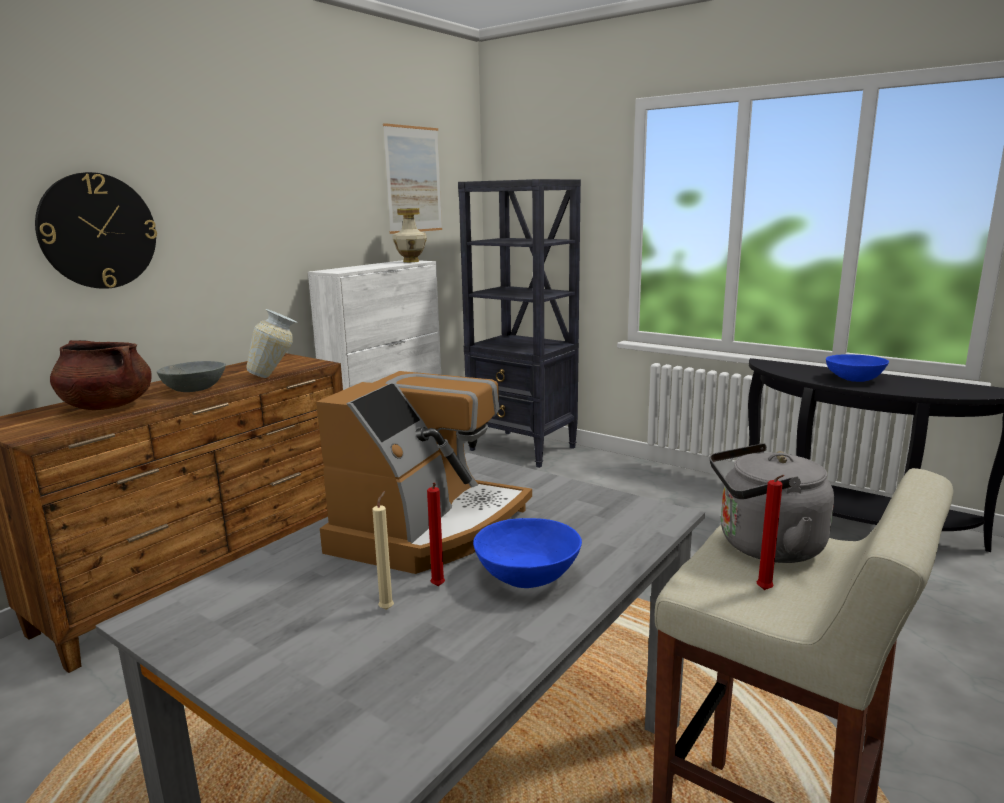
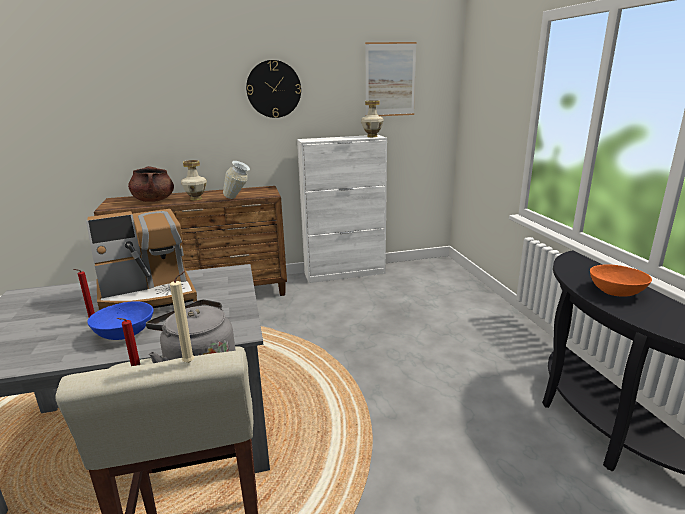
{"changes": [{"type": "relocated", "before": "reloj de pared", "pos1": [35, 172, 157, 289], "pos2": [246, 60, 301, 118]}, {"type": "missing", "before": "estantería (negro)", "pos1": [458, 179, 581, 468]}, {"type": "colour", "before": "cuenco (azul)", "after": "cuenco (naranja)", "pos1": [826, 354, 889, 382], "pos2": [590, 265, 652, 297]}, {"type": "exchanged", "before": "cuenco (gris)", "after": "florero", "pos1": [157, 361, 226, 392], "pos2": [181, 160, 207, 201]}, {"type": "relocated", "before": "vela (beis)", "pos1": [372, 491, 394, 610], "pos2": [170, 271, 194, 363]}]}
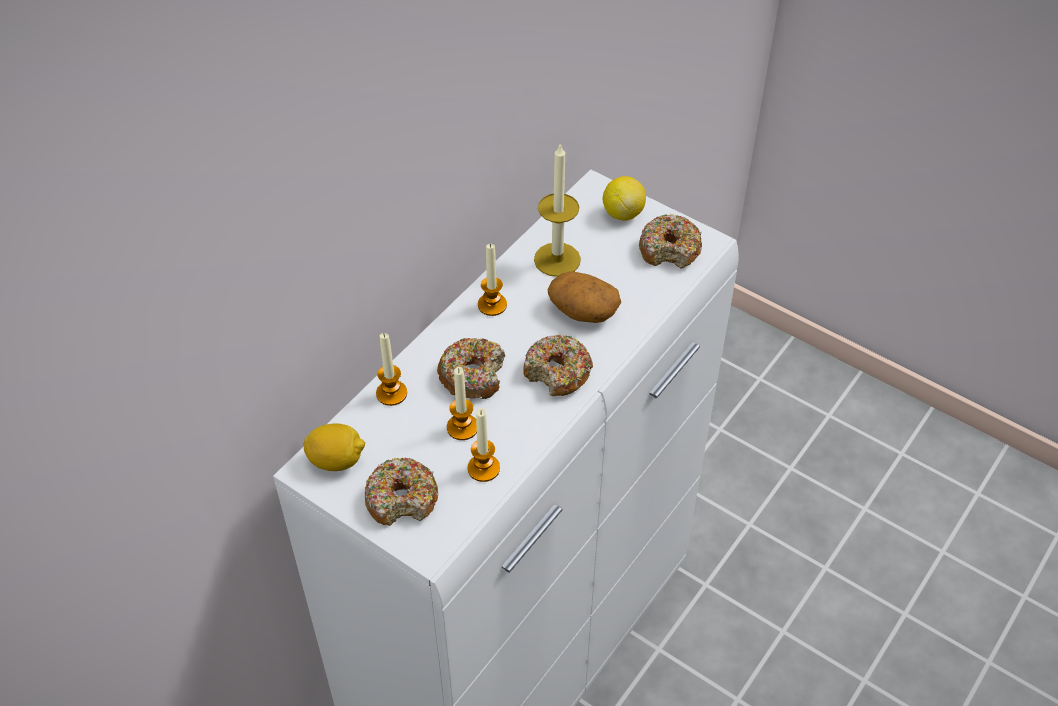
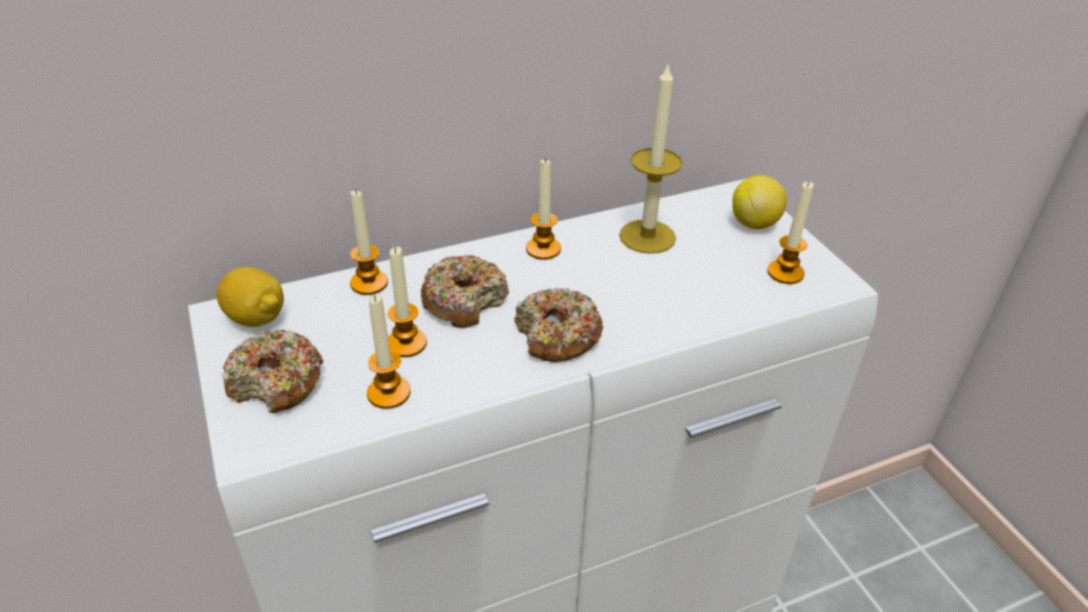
{"changes": [{"type": "exchanged", "before": "rosquilla", "after": "vela", "pos1": [639, 214, 702, 268], "pos2": [767, 182, 814, 284]}, {"type": "missing", "before": "patata", "pos1": [548, 271, 621, 323]}]}
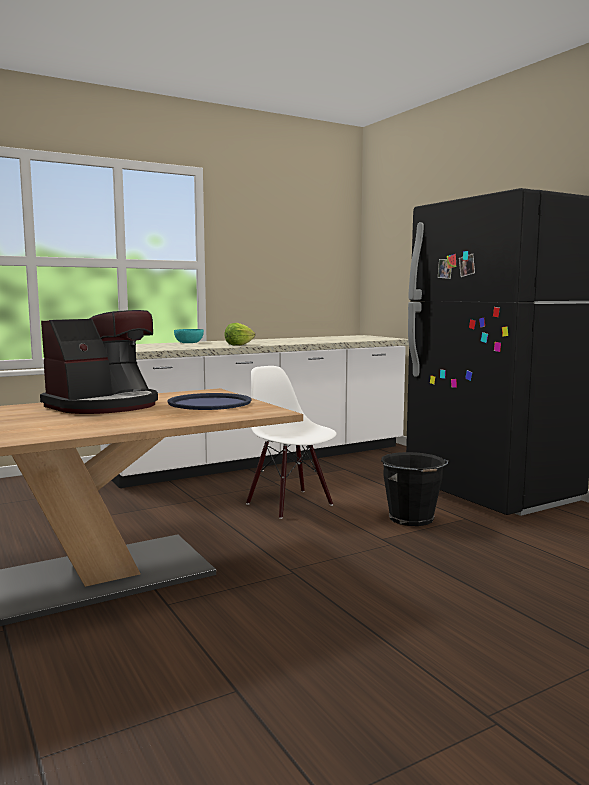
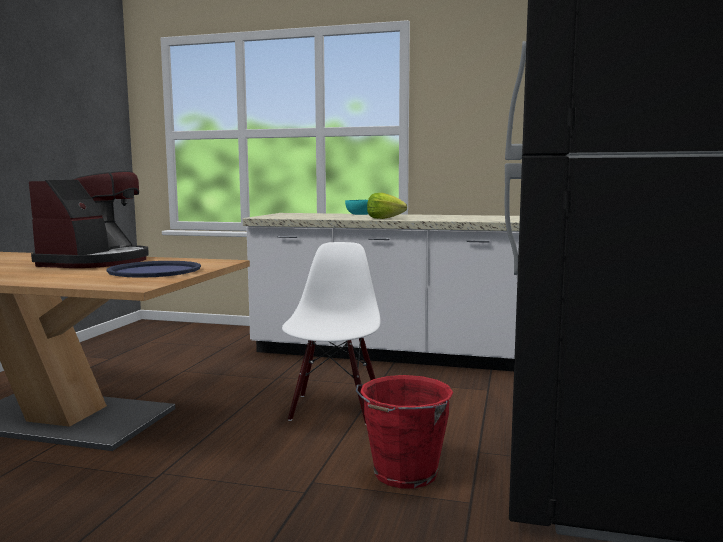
{"changes": [{"type": "spun", "before": "cafetera", "pos1": [40, 310, 158, 414], "pos2": [29, 171, 149, 268], "turn": -75}, {"type": "colour", "before": "cubo (negro)", "after": "cubo (rojo)", "pos1": [381, 452, 448, 526], "pos2": [356, 375, 453, 489]}]}
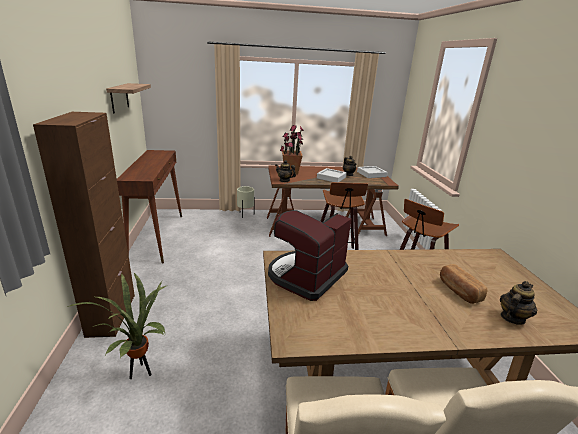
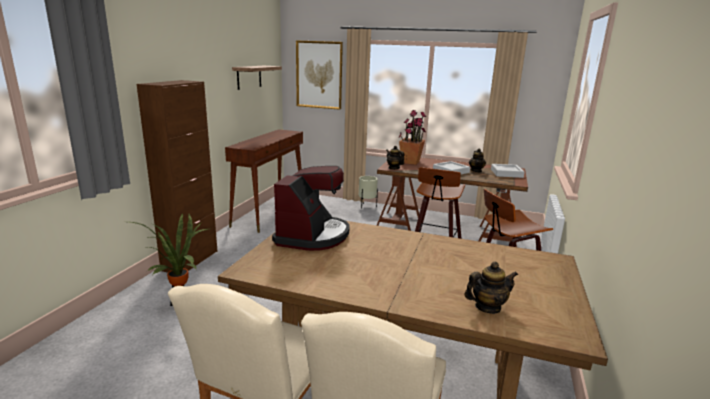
{"changes": [{"type": "spun", "before": "cafetera", "pos1": [268, 210, 351, 301], "pos2": [272, 166, 350, 251], "turn": 135}, {"type": "missing", "before": "pan", "pos1": [440, 264, 487, 304]}, {"type": "appeared", "after": "cuadro", "pos2": [296, 40, 343, 110]}]}
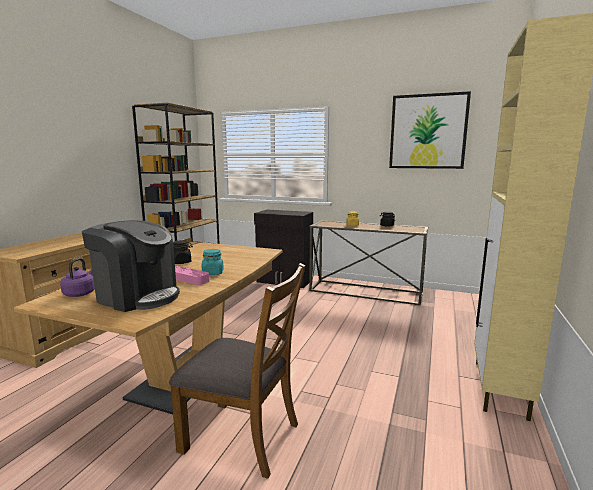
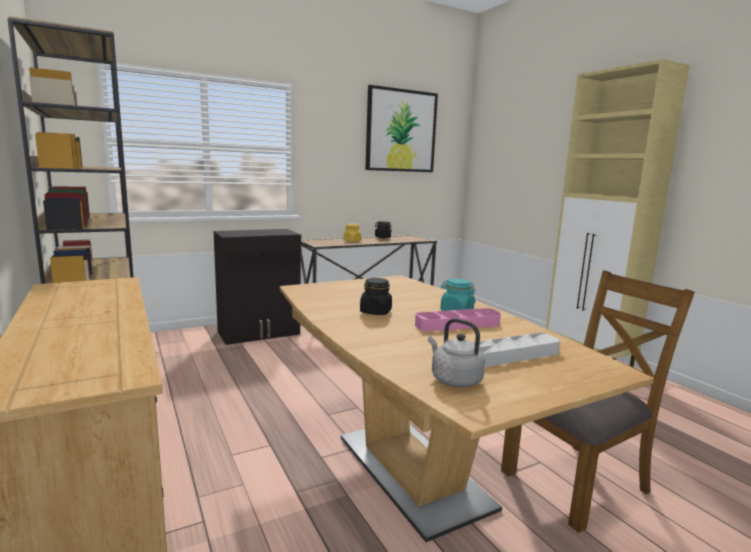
{"changes": [{"type": "exchanged", "before": "cafetera", "after": "bandeja (gris)", "pos1": [82, 220, 180, 312], "pos2": [472, 333, 560, 367]}, {"type": "colour", "before": "hervidor (morado)", "after": "hervidor (gris)", "pos1": [60, 258, 95, 297], "pos2": [428, 318, 485, 387]}]}
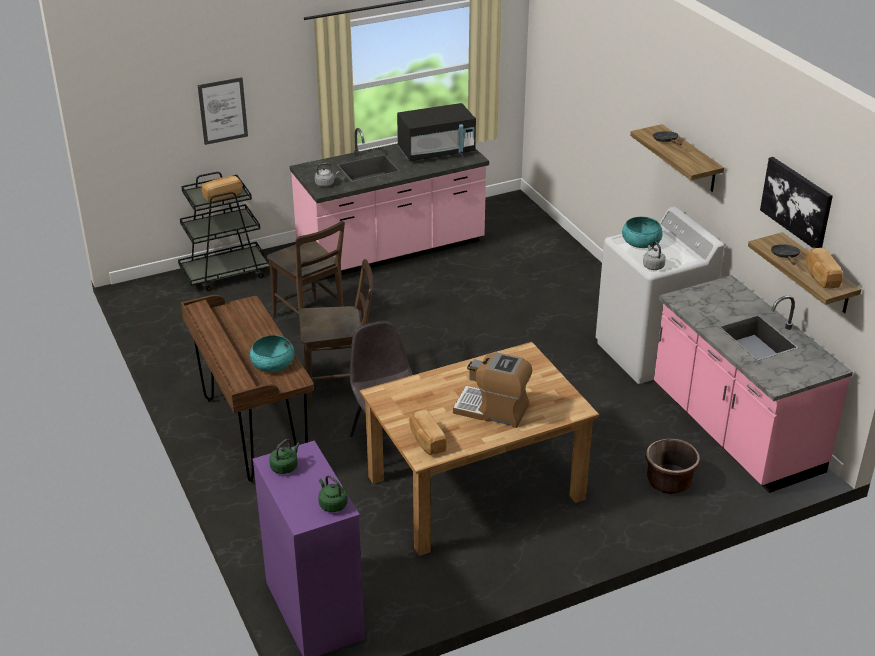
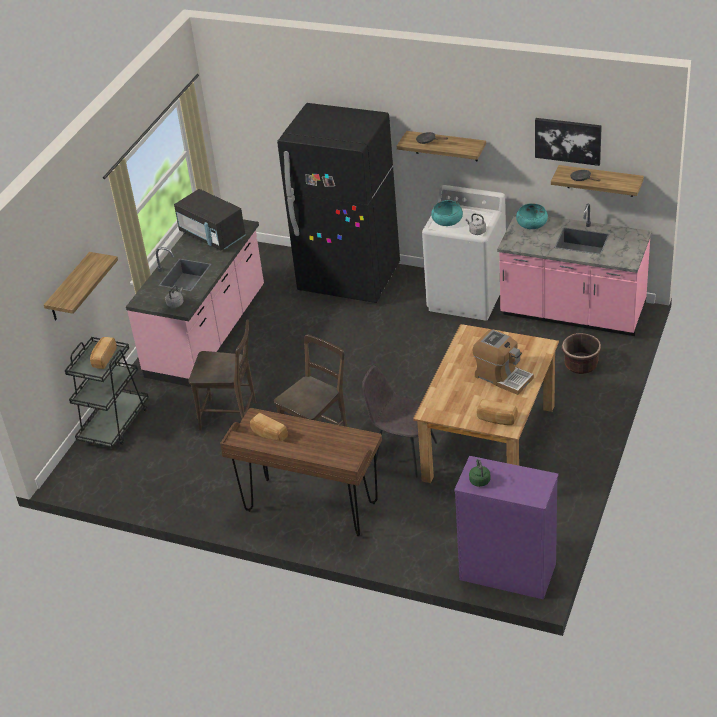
{"changes": [{"type": "exchanged", "before": "cuadro", "after": "estante", "pos1": [198, 77, 248, 145], "pos2": [44, 252, 118, 321]}, {"type": "spun", "before": "microondas (negro)", "pos1": [397, 103, 476, 161], "pos2": [174, 189, 246, 250], "turn": 105}, {"type": "relocated", "before": "pan", "pos1": [805, 247, 843, 289], "pos2": [250, 413, 288, 441]}, {"type": "relocated", "before": "cuenco (turquesa)", "pos1": [250, 335, 294, 372], "pos2": [516, 203, 548, 229]}, {"type": "spun", "before": "cafetera", "pos1": [453, 352, 532, 428], "pos2": [472, 330, 534, 395], "turn": -120}, {"type": "missing", "before": "hervidor (verde)", "pos1": [318, 475, 348, 512]}, {"type": "appeared", "after": "nevera (negro)", "pos2": [277, 103, 400, 303]}]}
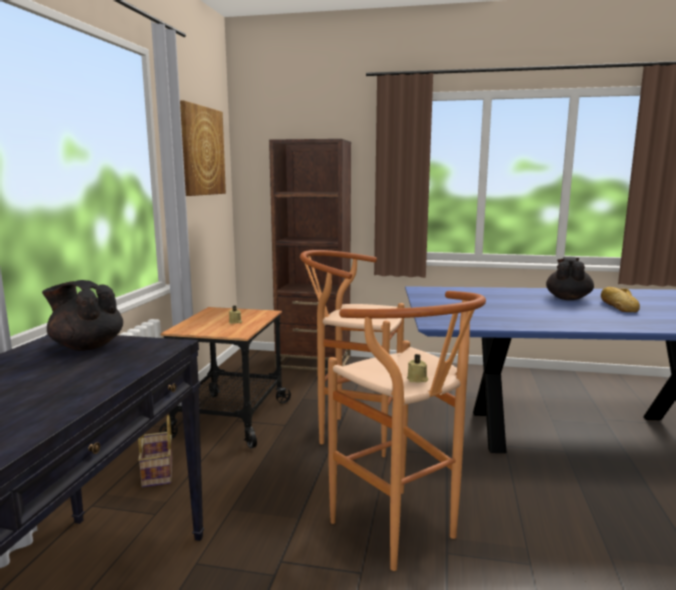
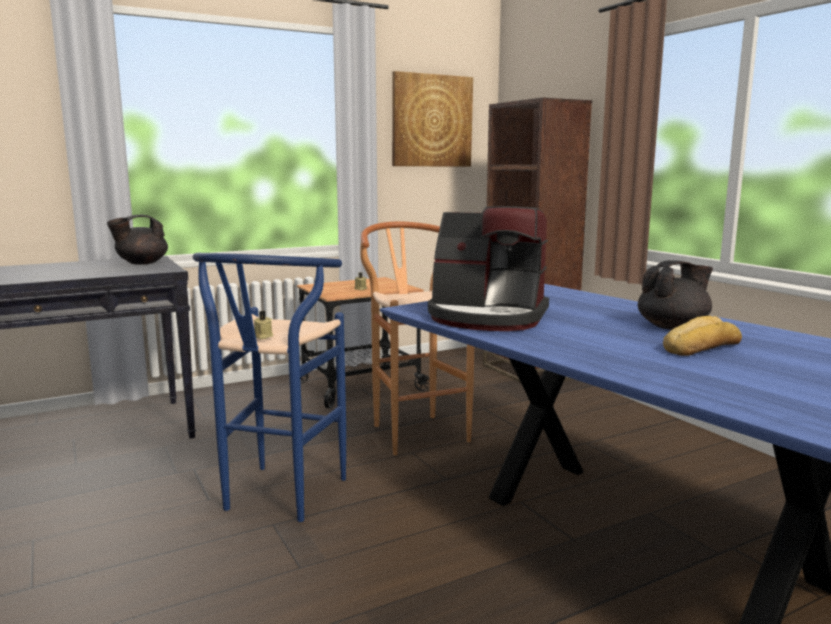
{"changes": [{"type": "spun", "before": "tetera (negro)", "pos1": [42, 280, 123, 351], "pos2": [107, 215, 168, 265], "turn": -105}, {"type": "colour", "before": "taburete (marrón)", "after": "taburete (azul)", "pos1": [328, 291, 486, 571], "pos2": [193, 253, 346, 522]}, {"type": "missing", "before": "cesta", "pos1": [138, 415, 172, 487]}, {"type": "appeared", "after": "cafetera", "pos2": [428, 206, 549, 331]}]}
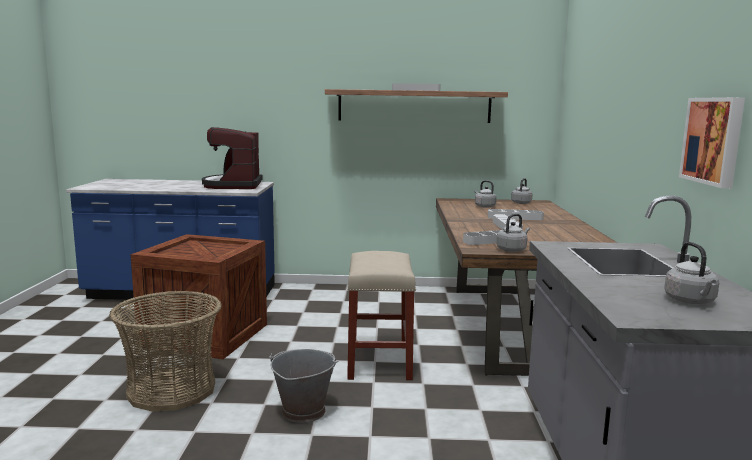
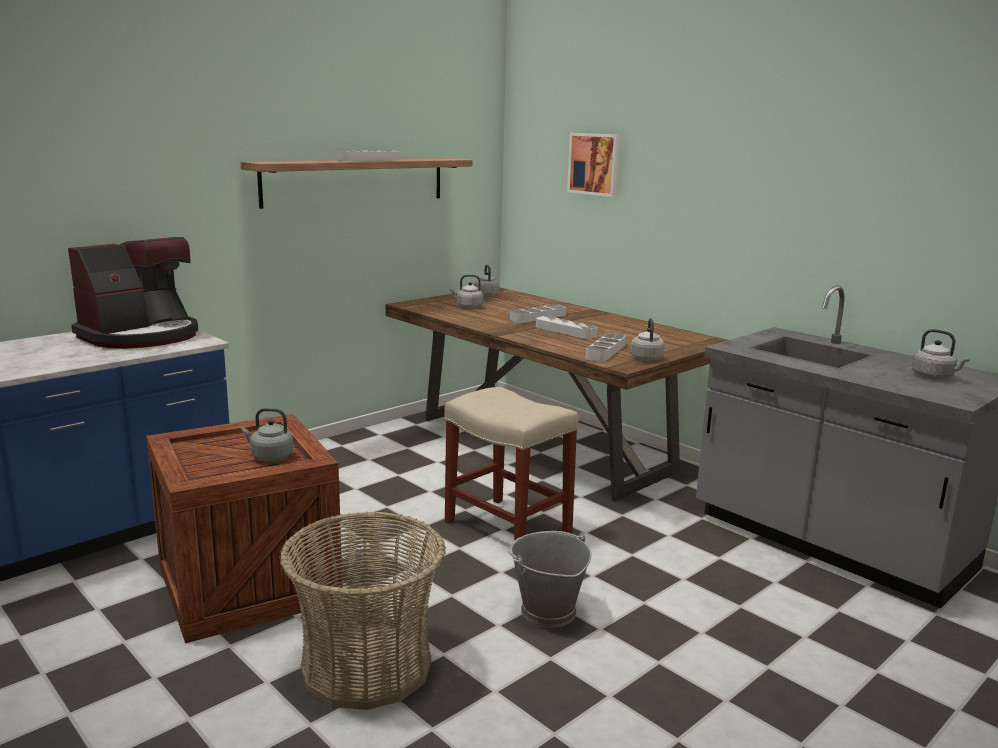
{"changes": [{"type": "relocated", "before": "cuadro", "pos1": [679, 97, 745, 188], "pos2": [567, 133, 621, 197]}, {"type": "spun", "before": "cafetera", "pos1": [202, 127, 263, 189], "pos2": [68, 237, 198, 349], "turn": -90}, {"type": "appeared", "after": "hervidor (gris)", "pos2": [241, 408, 294, 462]}]}
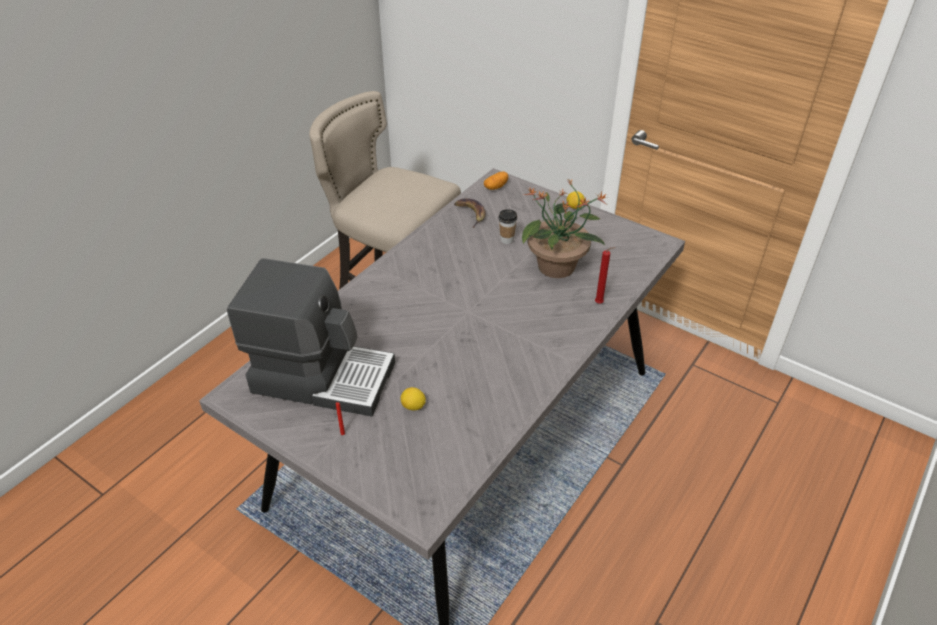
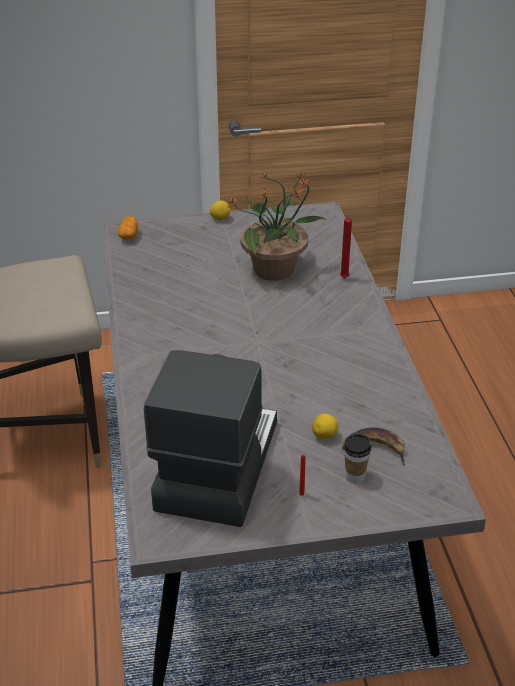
{"changes": [{"type": "relocated", "before": "plátano", "pos1": [454, 198, 485, 228], "pos2": [342, 427, 405, 465]}, {"type": "relocated", "before": "taza", "pos1": [499, 209, 517, 244], "pos2": [344, 434, 371, 483]}, {"type": "spun", "before": "cafetera", "pos1": [227, 258, 395, 417], "pos2": [144, 350, 277, 527], "turn": -45}]}
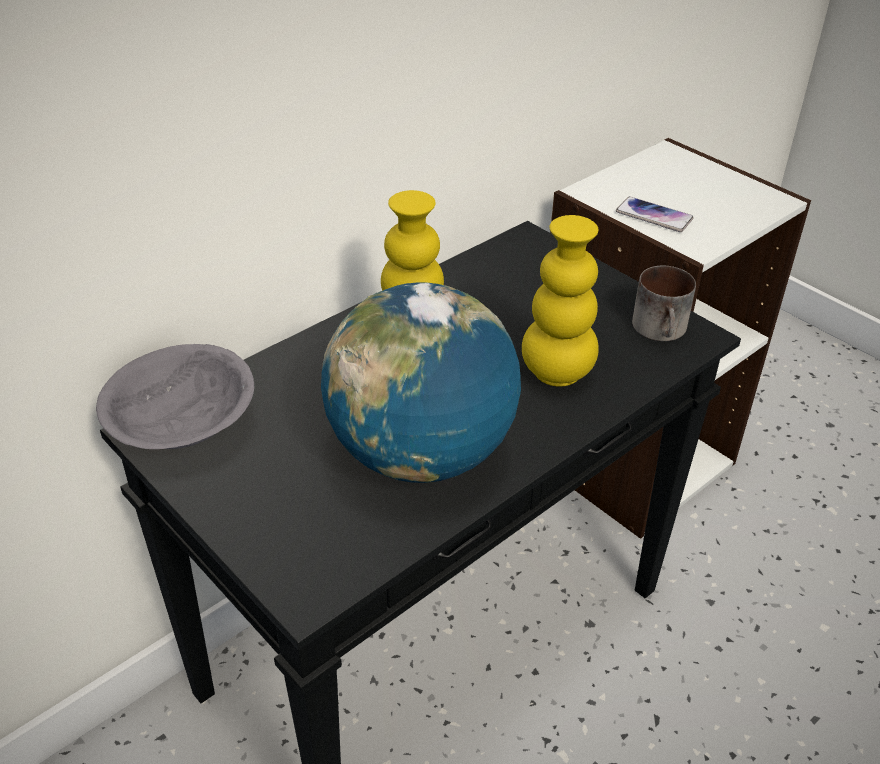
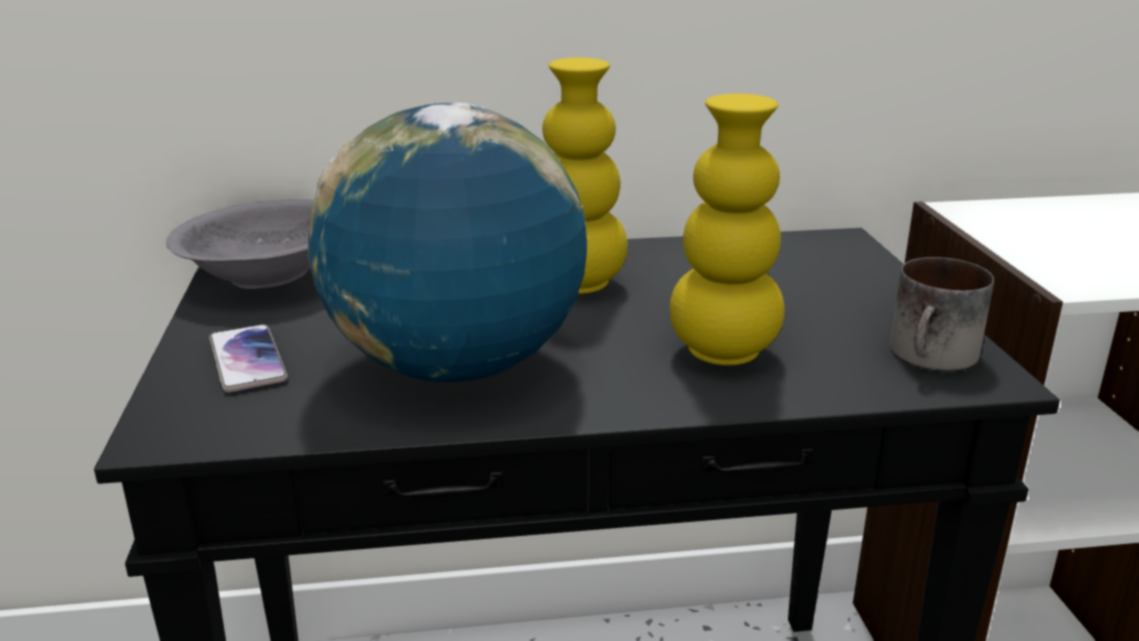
{"changes": [{"type": "relocated", "before": "móvil", "pos1": [616, 197, 694, 232], "pos2": [209, 324, 288, 393]}]}
